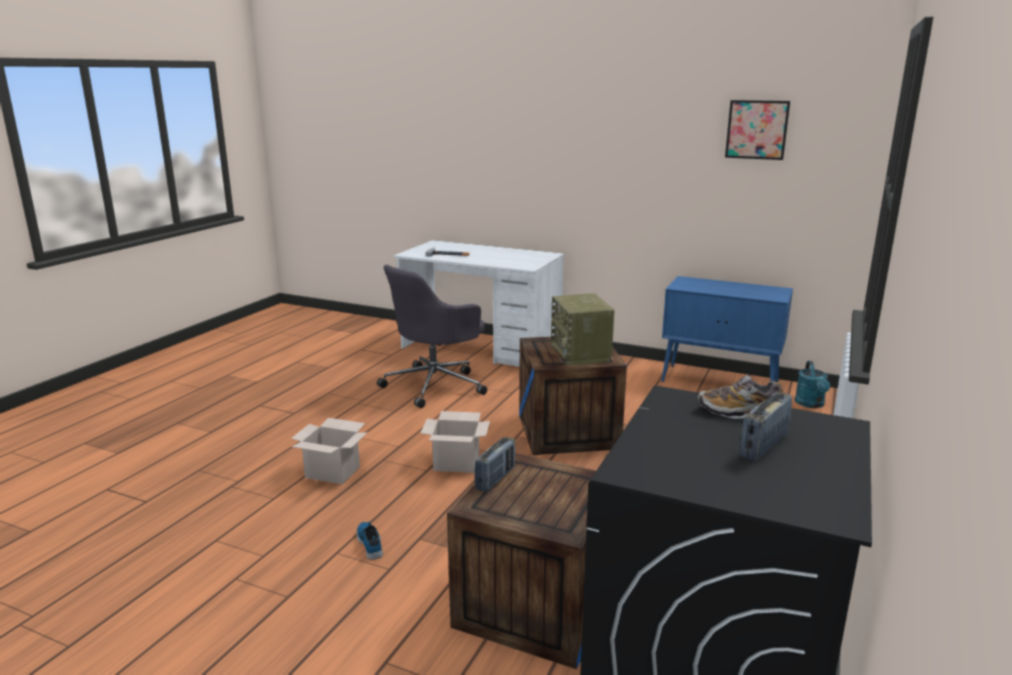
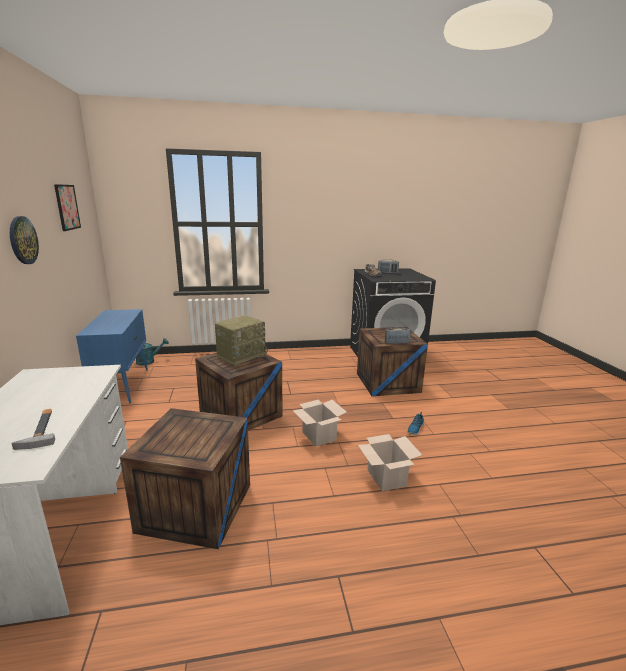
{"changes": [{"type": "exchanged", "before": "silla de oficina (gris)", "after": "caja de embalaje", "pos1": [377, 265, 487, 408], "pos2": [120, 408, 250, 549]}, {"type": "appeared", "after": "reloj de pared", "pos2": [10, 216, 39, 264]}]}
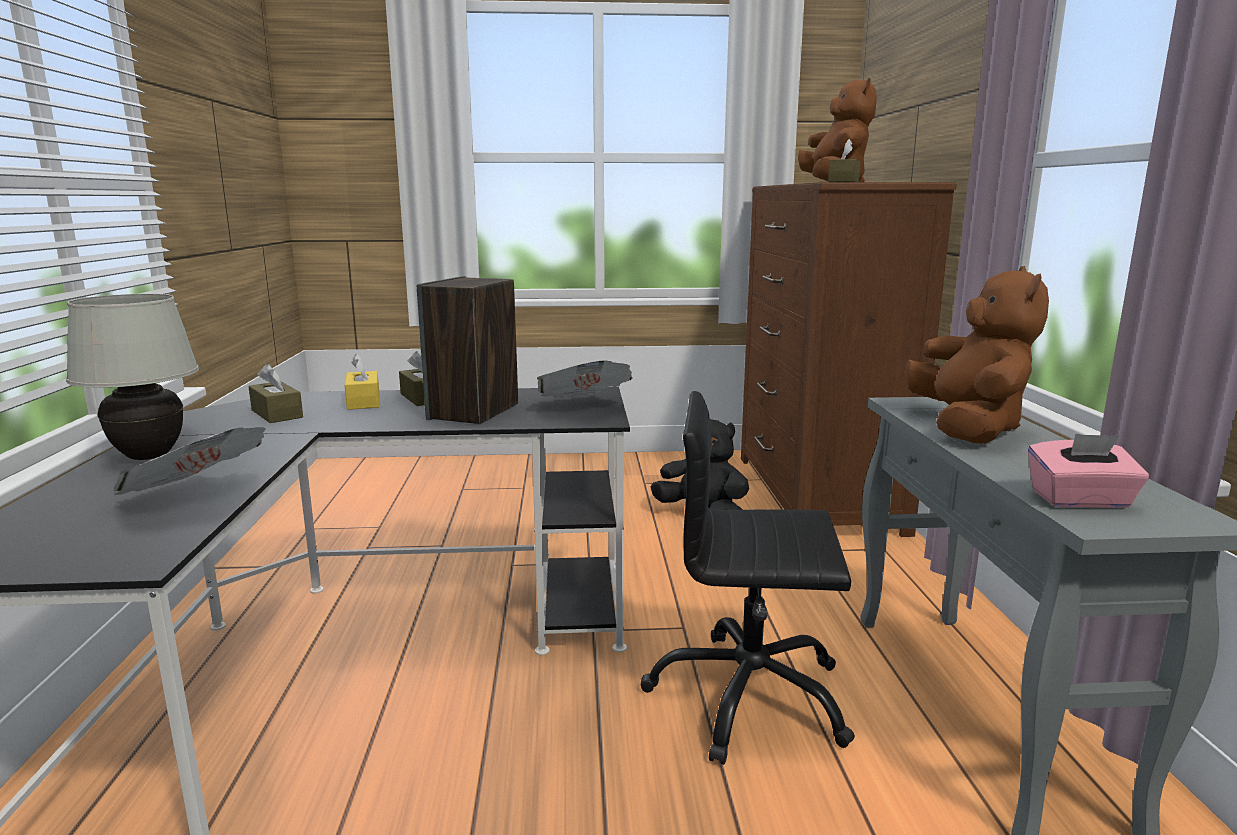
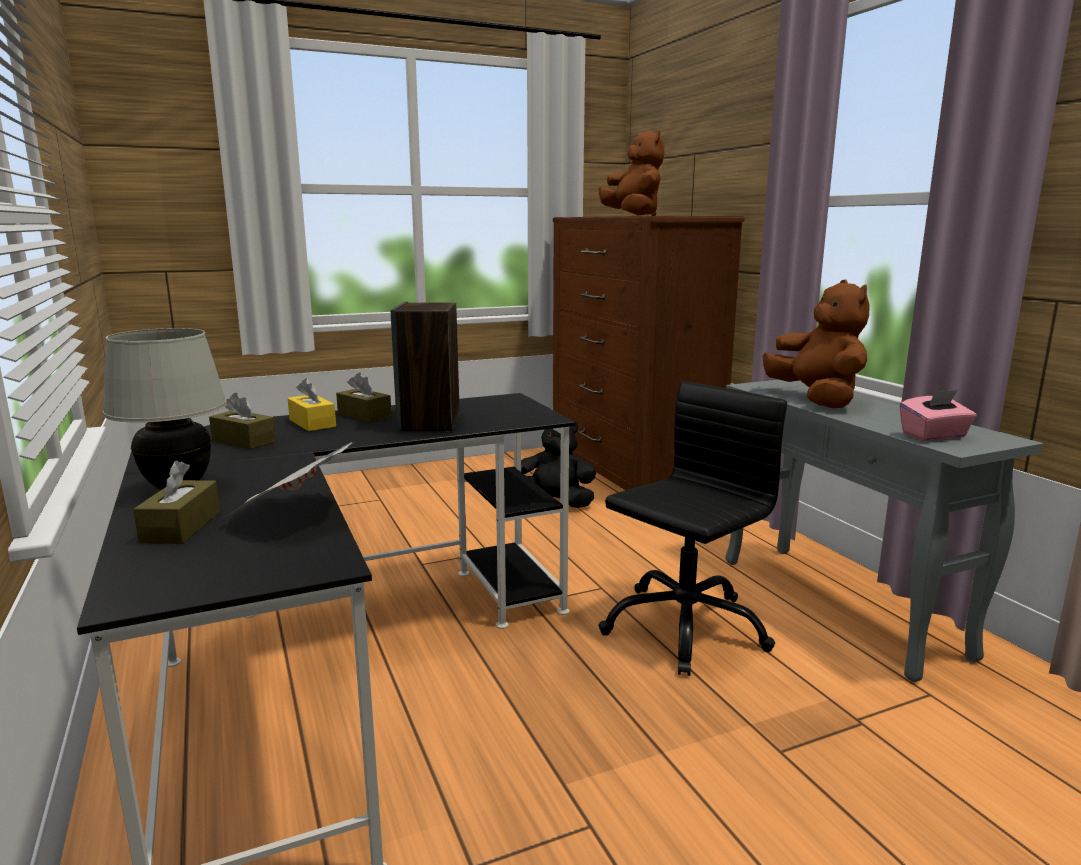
{"changes": [{"type": "relocated", "before": "caja de pañuelos (marrón)", "pos1": [828, 139, 860, 182], "pos2": [133, 461, 220, 544]}, {"type": "missing", "before": "periódico", "pos1": [537, 360, 632, 397]}, {"type": "spun", "before": "silla de oficina (negro)", "pos1": [640, 391, 855, 765], "pos2": [598, 381, 787, 676], "turn": 150}]}
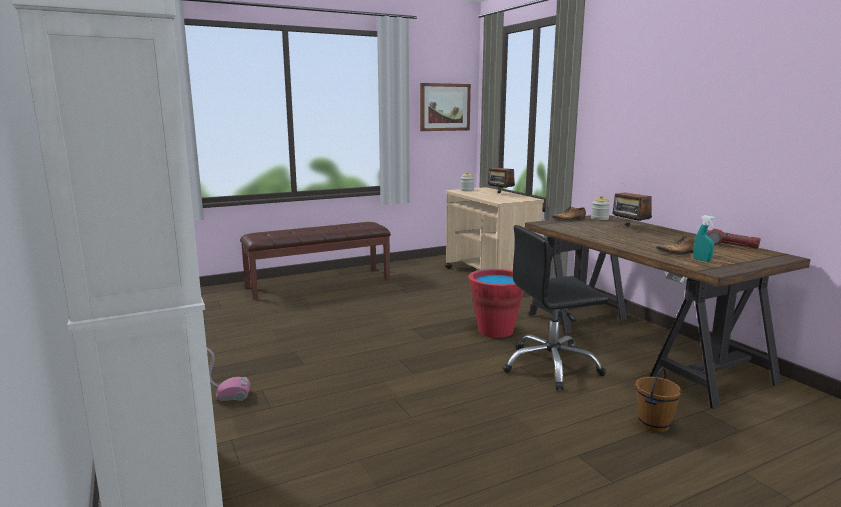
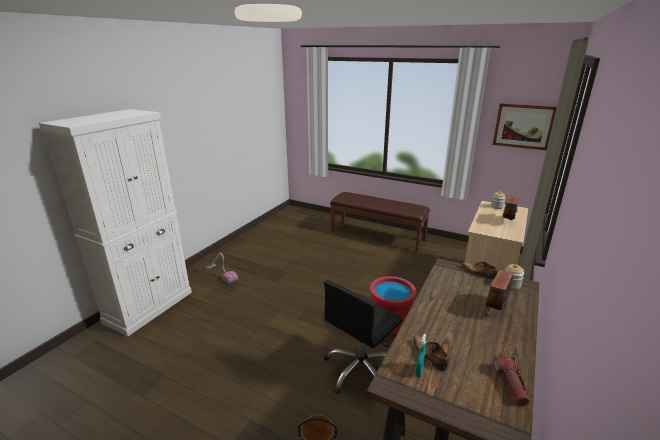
{"changes": [{"type": "spun", "before": "silla de oficina (negro)", "pos1": [502, 225, 608, 390], "pos2": [324, 280, 402, 395], "turn": -90}]}
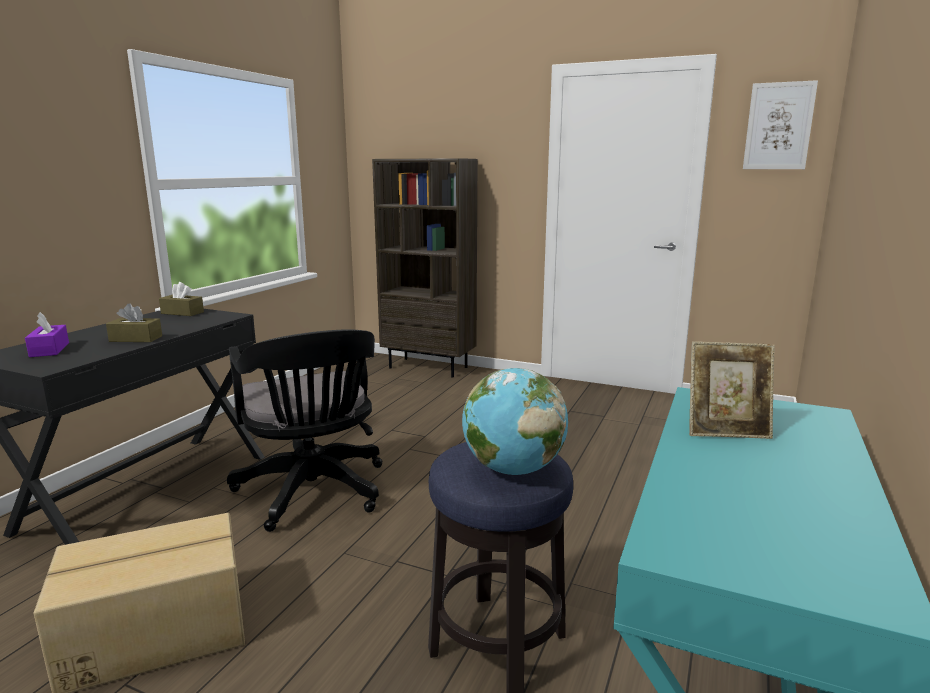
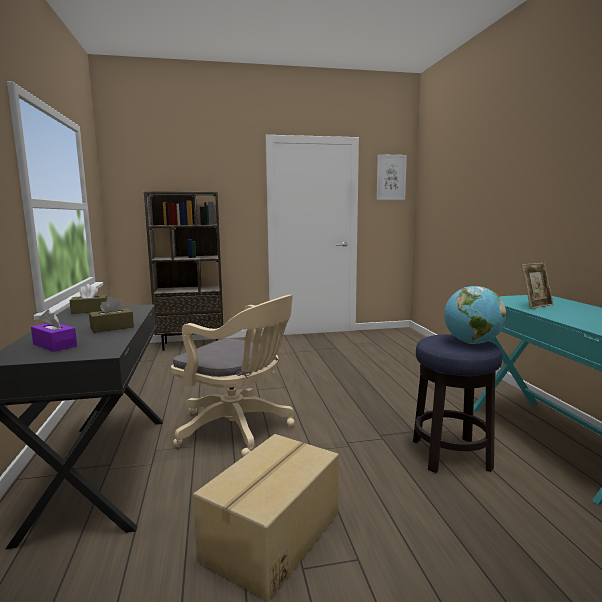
{"changes": [{"type": "colour", "before": "silla de oficina (negro)", "after": "silla de oficina (beis)", "pos1": [227, 329, 383, 532], "pos2": [171, 295, 295, 457]}]}
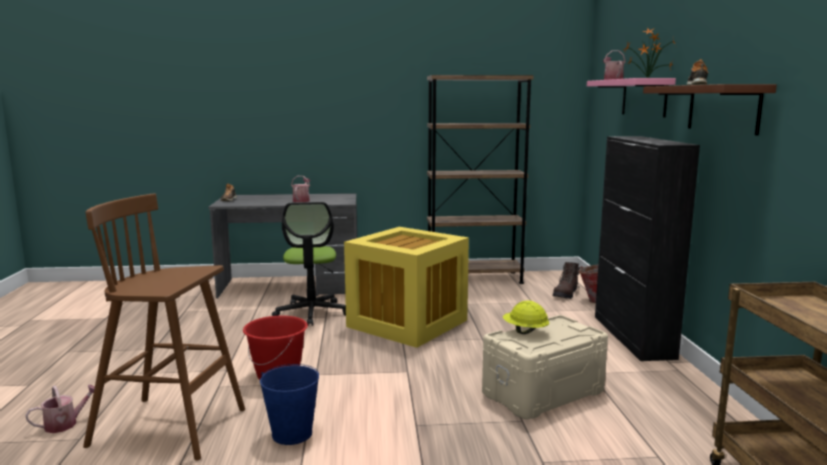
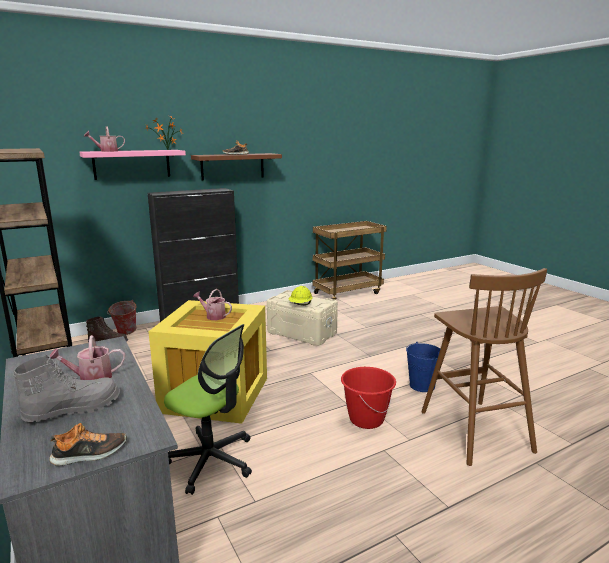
{"changes": [{"type": "spun", "before": "silla de oficina", "pos1": [272, 202, 346, 326], "pos2": [164, 324, 252, 495], "turn": 60}, {"type": "relocated", "before": "regadera", "pos1": [25, 385, 95, 433], "pos2": [193, 289, 232, 320]}, {"type": "appeared", "after": "bota (gris)", "pos2": [13, 355, 120, 422]}]}
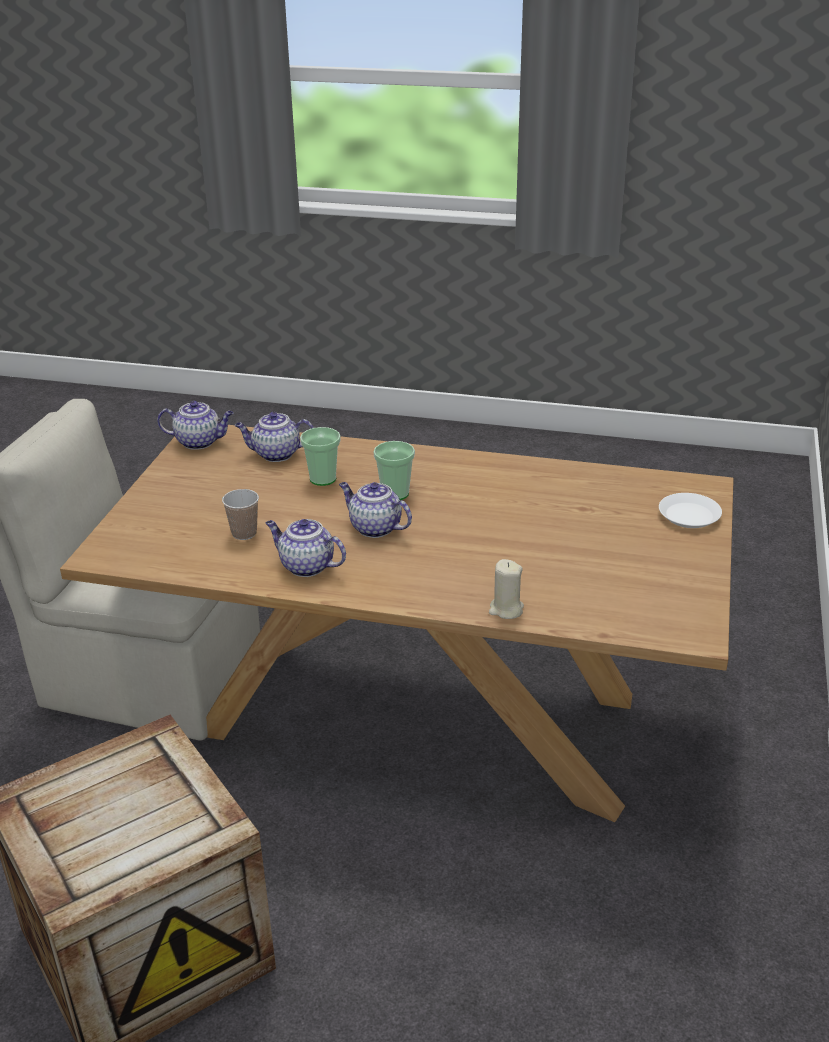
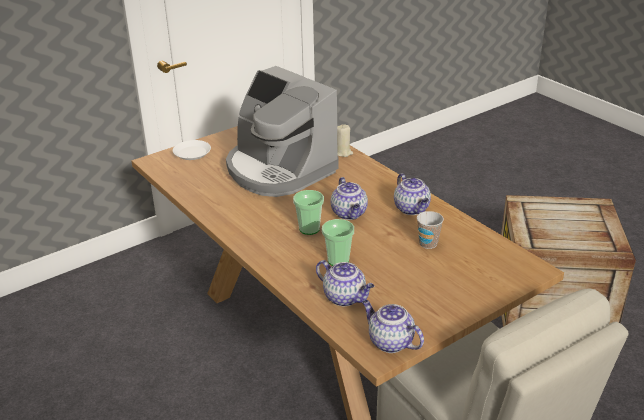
{"changes": [{"type": "appeared", "after": "cafetera", "pos2": [226, 66, 339, 197]}]}
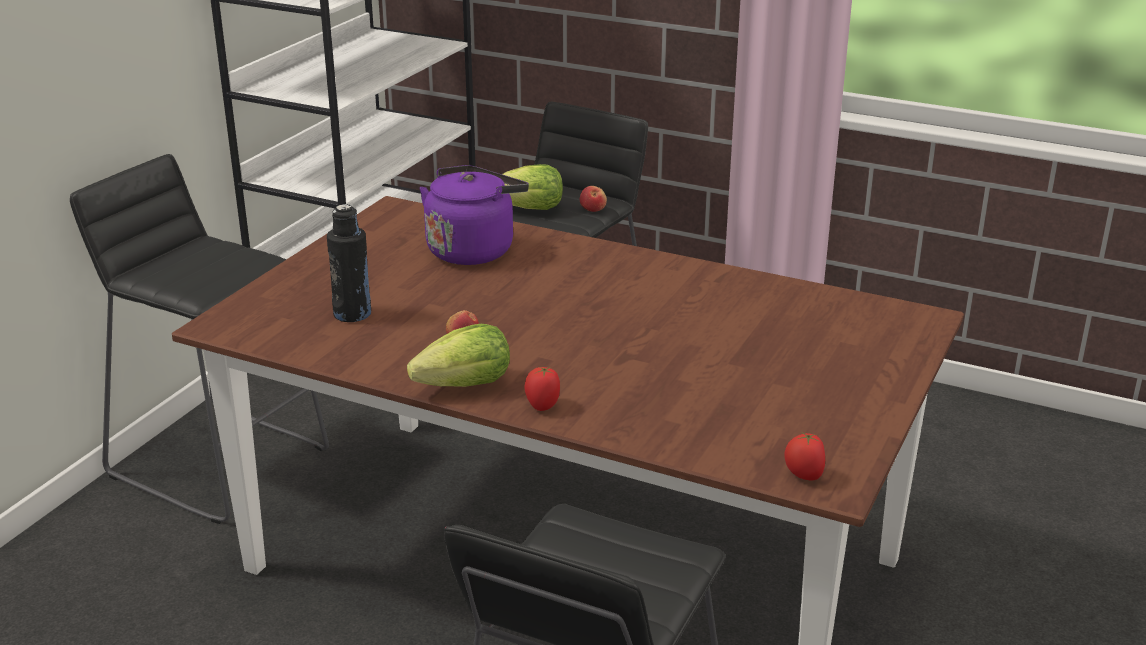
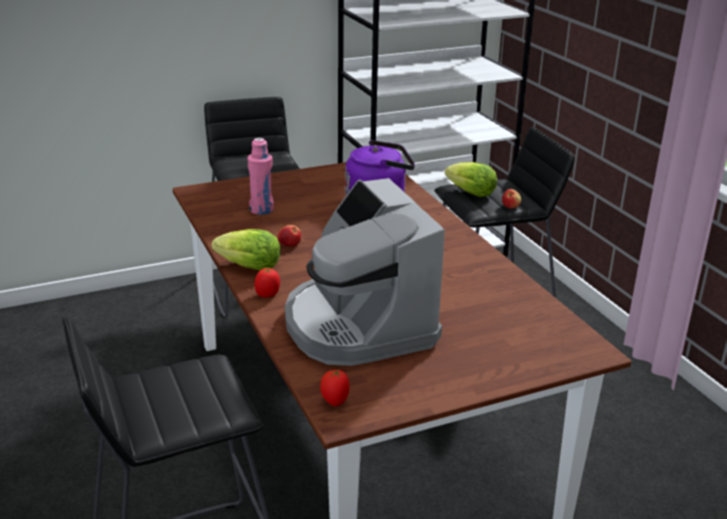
{"changes": [{"type": "colour", "before": "botella (negro)", "after": "botella (rosa)", "pos1": [327, 204, 371, 322], "pos2": [248, 138, 274, 215]}, {"type": "appeared", "after": "cafetera", "pos2": [285, 178, 445, 366]}]}
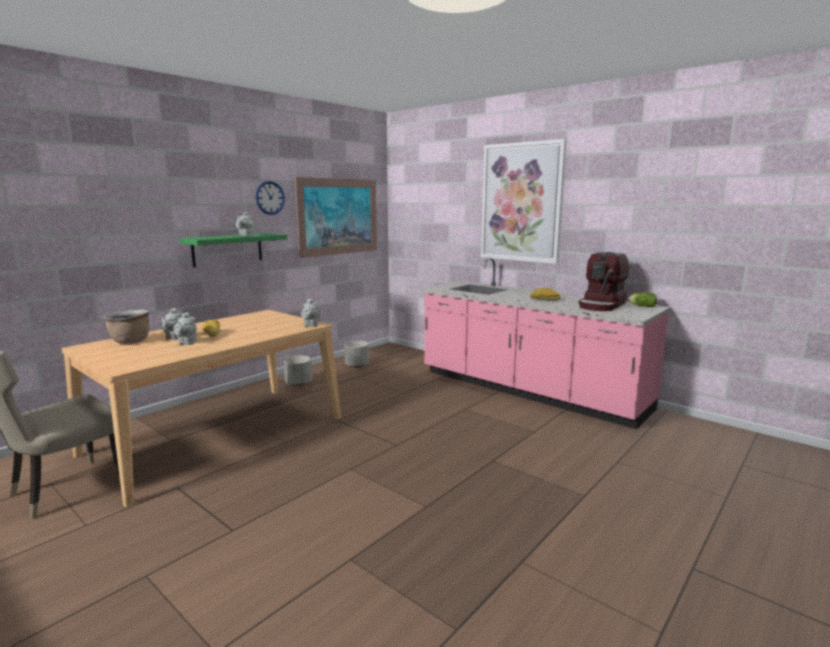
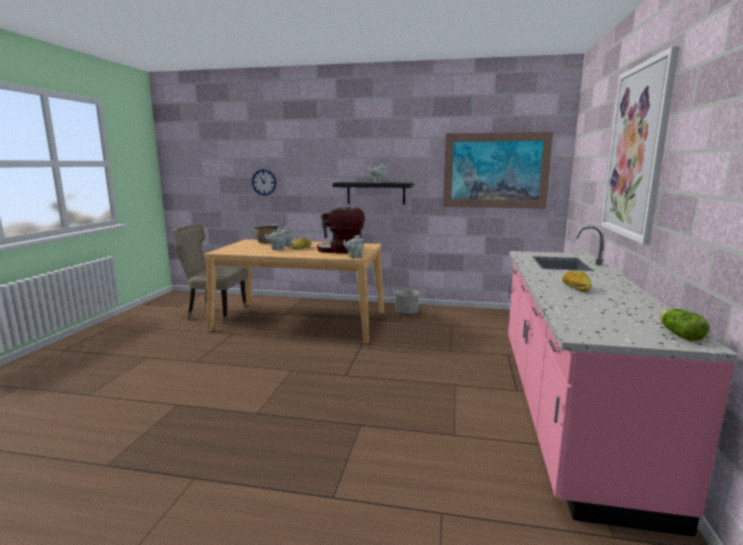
{"changes": [{"type": "relocated", "before": "reloj de pared", "pos1": [256, 181, 285, 215], "pos2": [252, 169, 276, 196]}, {"type": "colour", "before": "estante (verde)", "after": "estante (negro)", "pos1": [179, 233, 287, 267], "pos2": [333, 182, 413, 205]}, {"type": "relocated", "before": "cafetera", "pos1": [579, 252, 629, 311], "pos2": [317, 207, 365, 253]}, {"type": "missing", "before": "maceta (gris)", "pos1": [344, 341, 369, 368]}]}
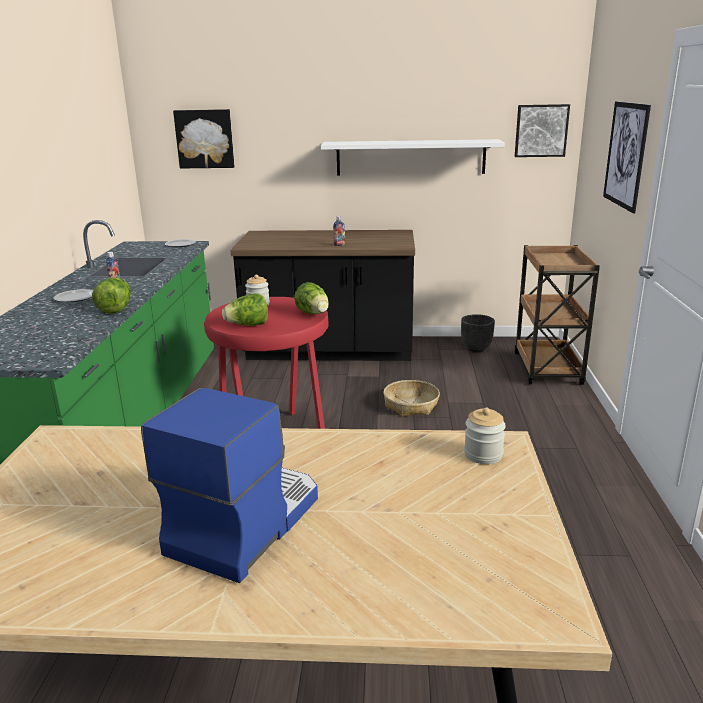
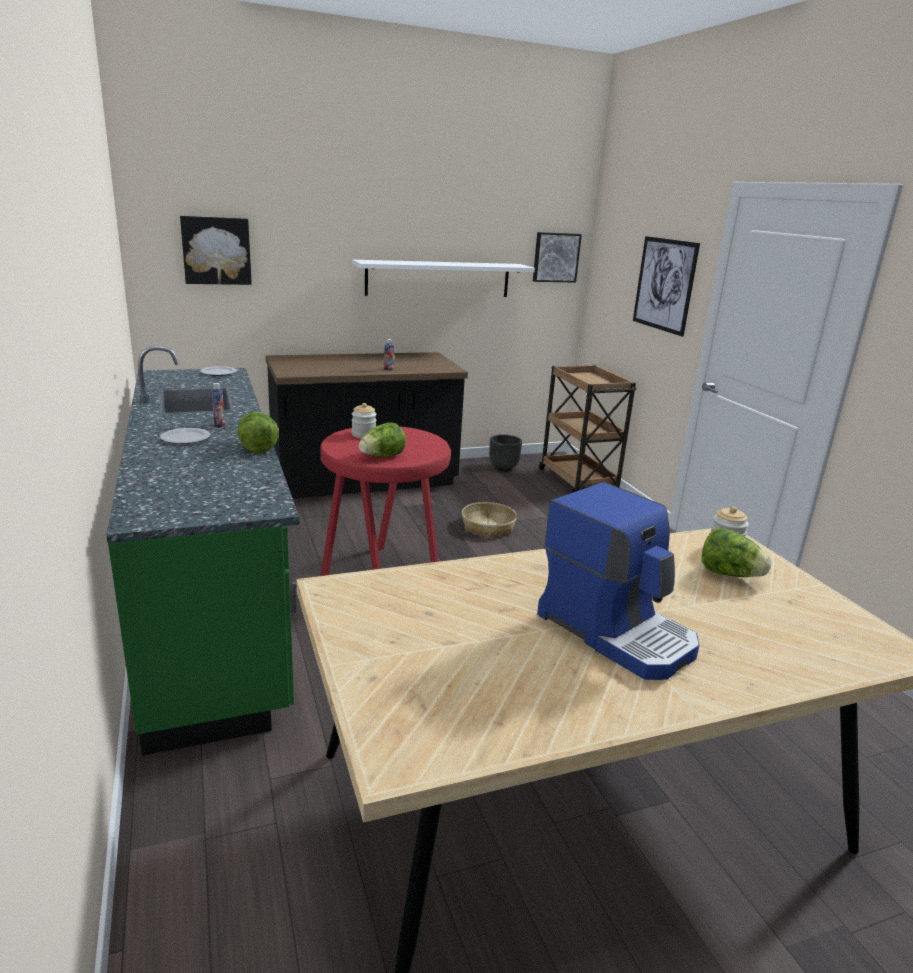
{"changes": [{"type": "relocated", "before": "lechuga", "pos1": [294, 282, 329, 314], "pos2": [702, 527, 772, 577]}, {"type": "spun", "before": "cafetera", "pos1": [141, 388, 318, 583], "pos2": [537, 482, 699, 680], "turn": 135}]}
